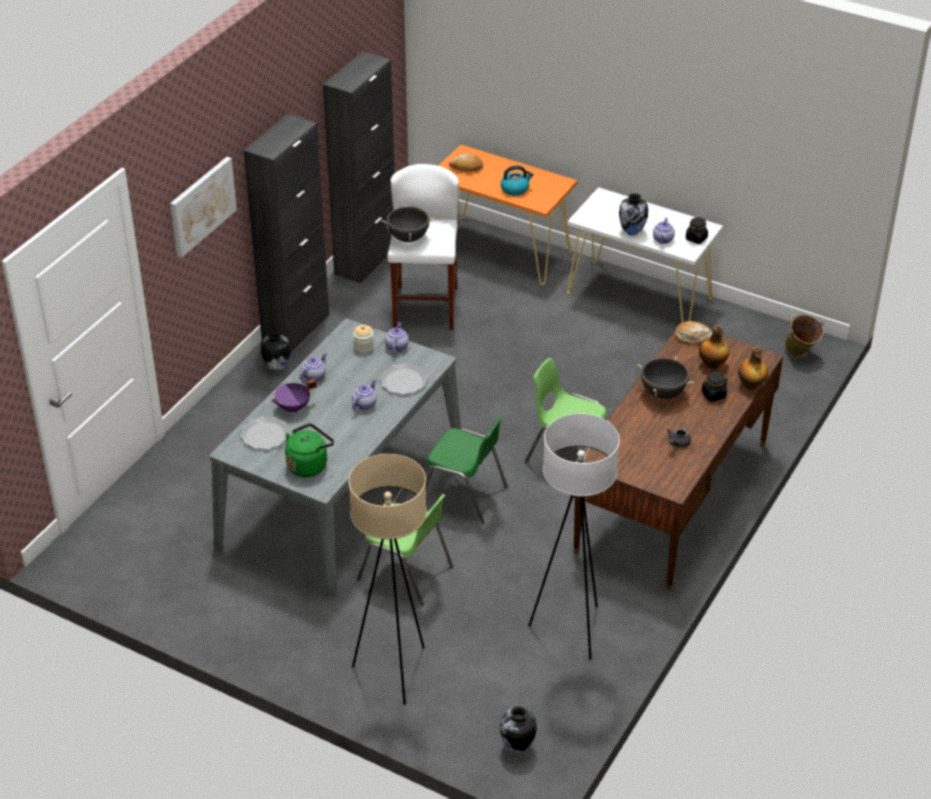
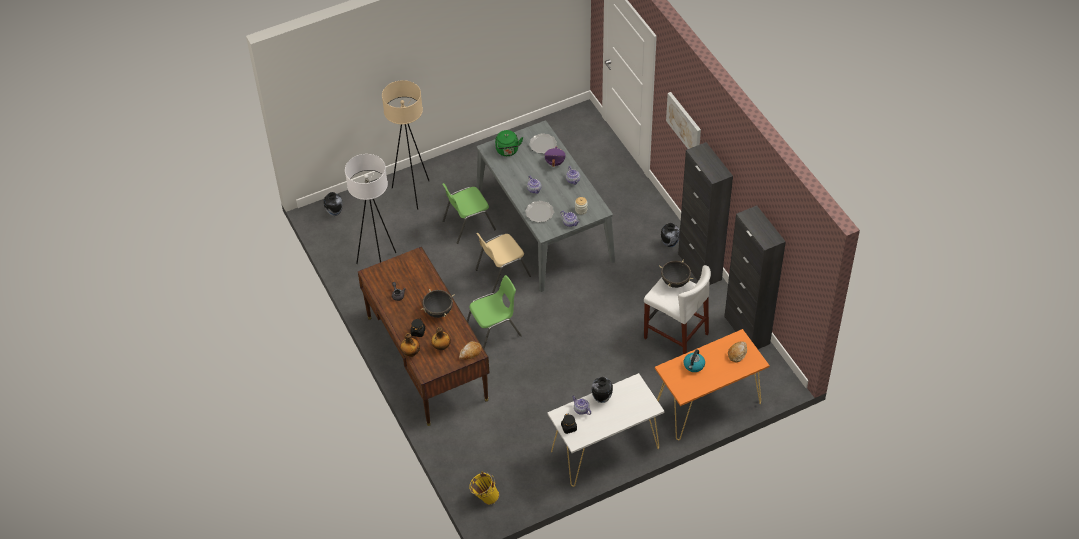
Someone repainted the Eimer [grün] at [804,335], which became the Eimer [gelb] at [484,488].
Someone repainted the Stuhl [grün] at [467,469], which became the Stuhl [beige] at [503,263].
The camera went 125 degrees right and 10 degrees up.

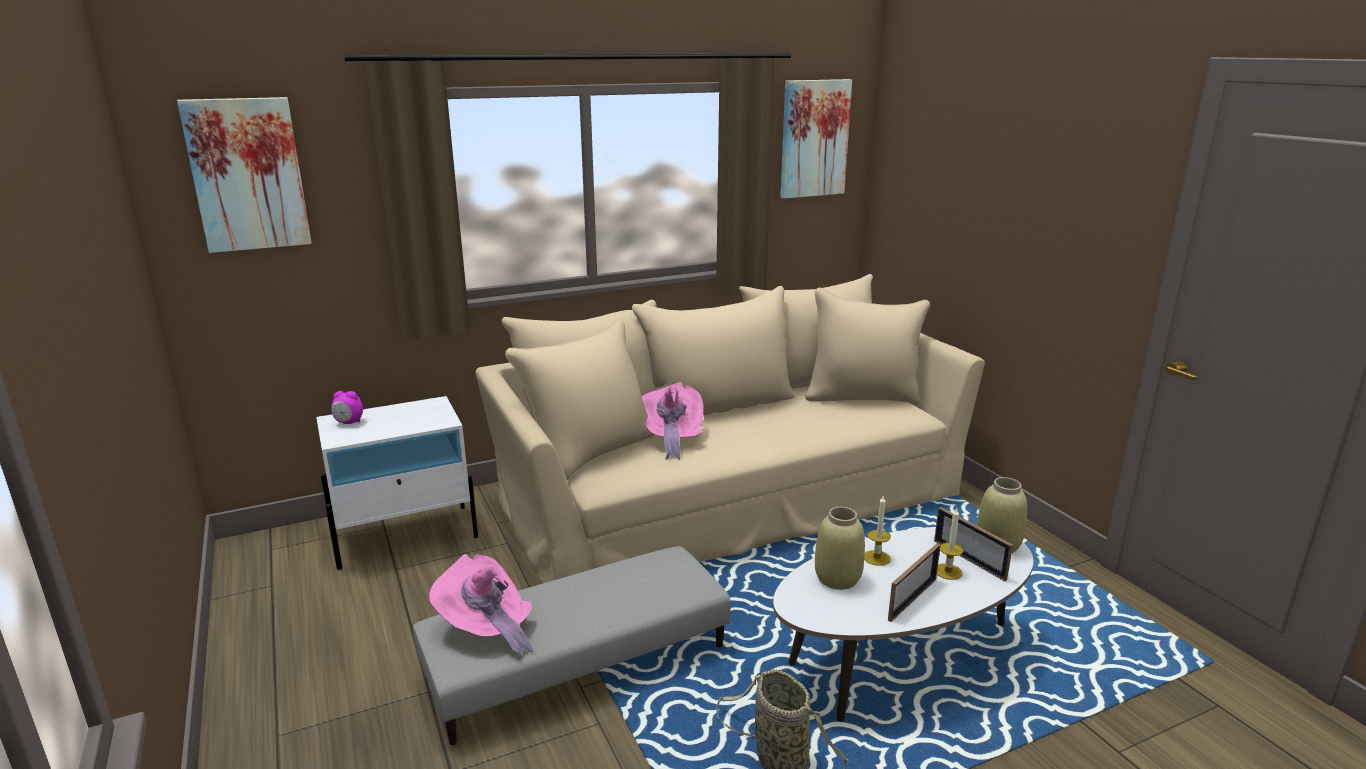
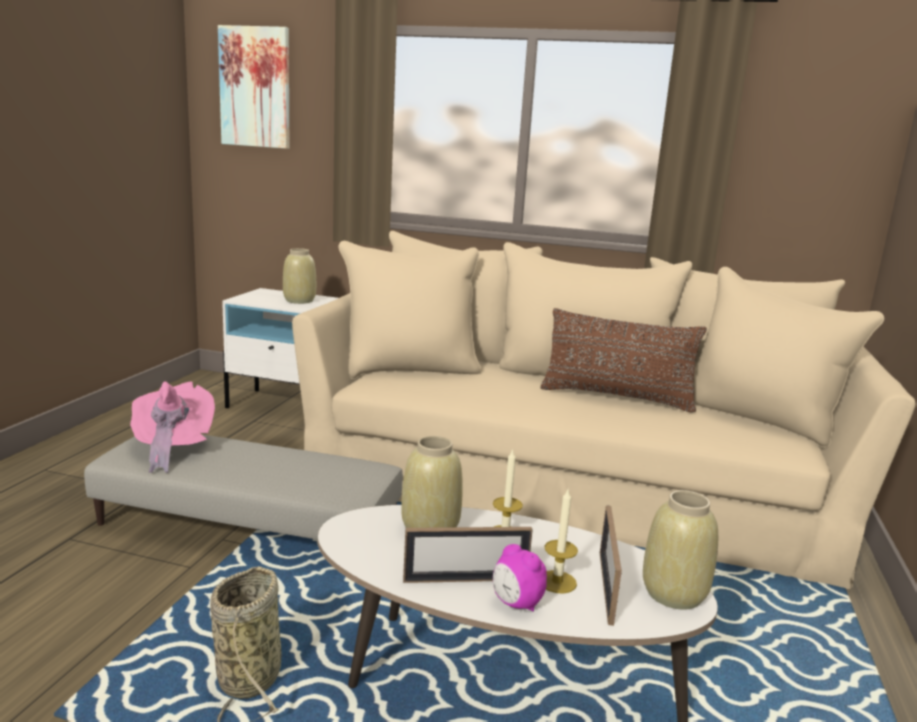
Someone took away the Bild at [816,139].
Someone took away the Hut [rosa] at [673,421].
Someone carried the Wecker from [347,407] to [520,578].
Someone put down the Vase [beige] at [299,276].
Someone put down the Kissen [braun] at [623,360].
The camera went 40 degrees right and 5 degrees down.

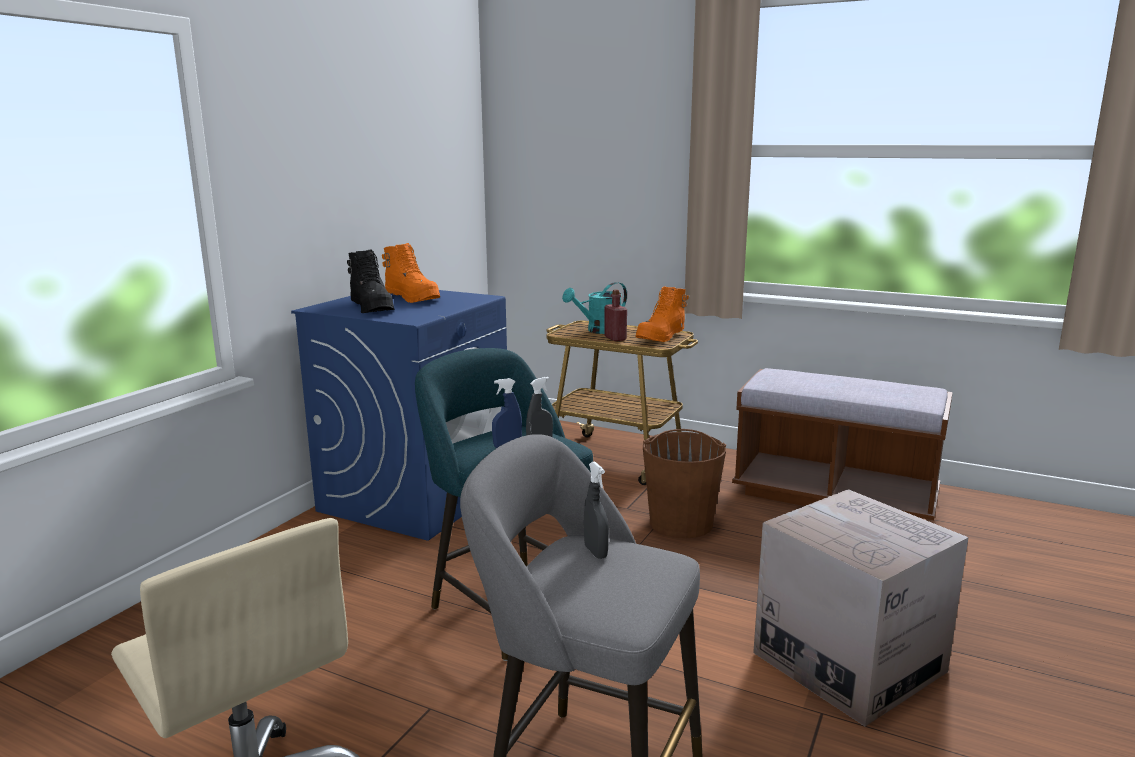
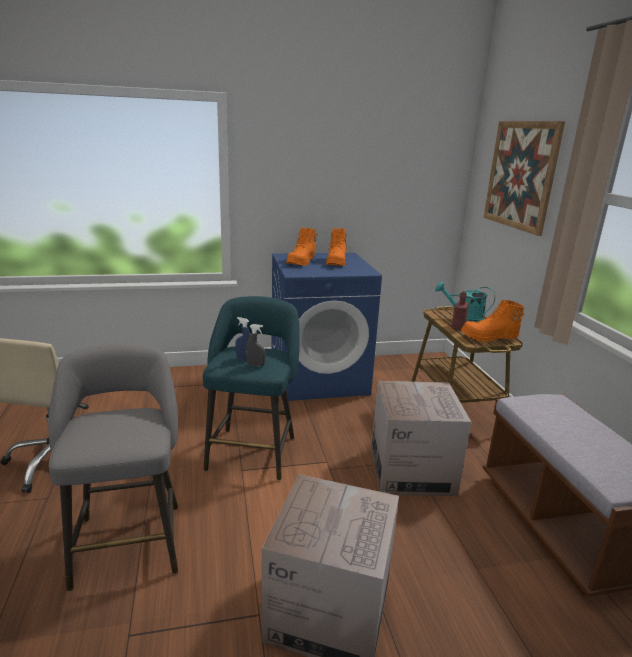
Someone repainted the Stiefel [schwarz] at [370,281], which became the Stiefel [orange] at [302,247].
Someone swapped the Eimer [braun] at [684,483] for the Karton at [421,438].
Someone took away the Sprühflasche [grau] at [596,510].
Someone put up the Bild at [524,178].
The camera went 50 degrees right and 5 degrees up.

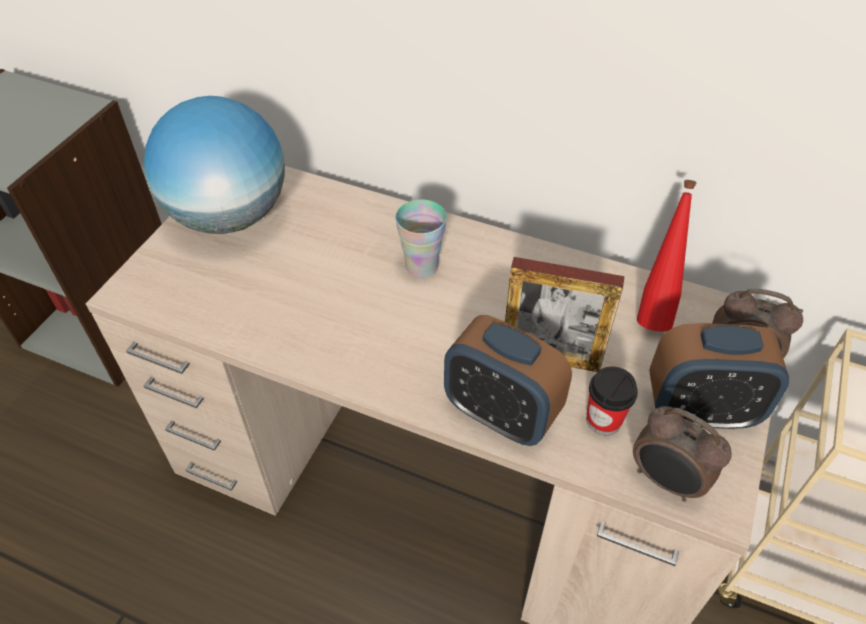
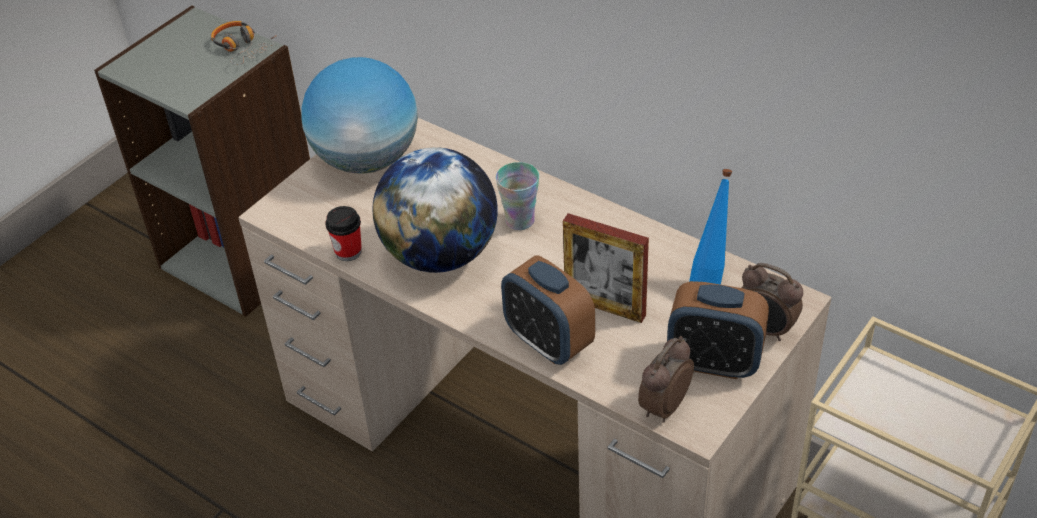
Someone repainted the Flasche [rot] at [667,256], which became the Flasche [blau] at [710,227].
Someone carried the Tasse from [612,400] to [343,233].
Someone rotated the Wecker at [682,454] by 75 degrees clockwise.
Someone put down the Kopfhörer at [244,43].
Someone put down the Globus at [435,210].
The camera went 15 degrees right and 5 degrees down.

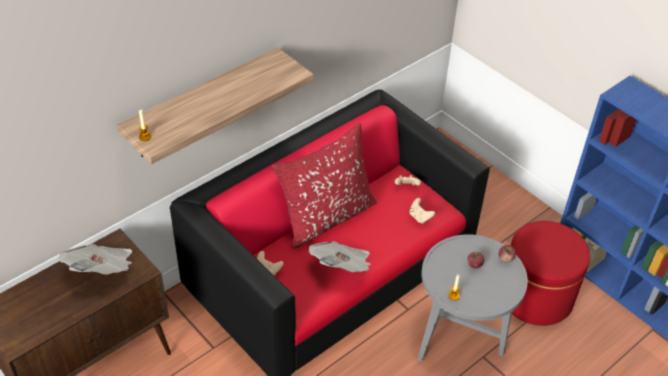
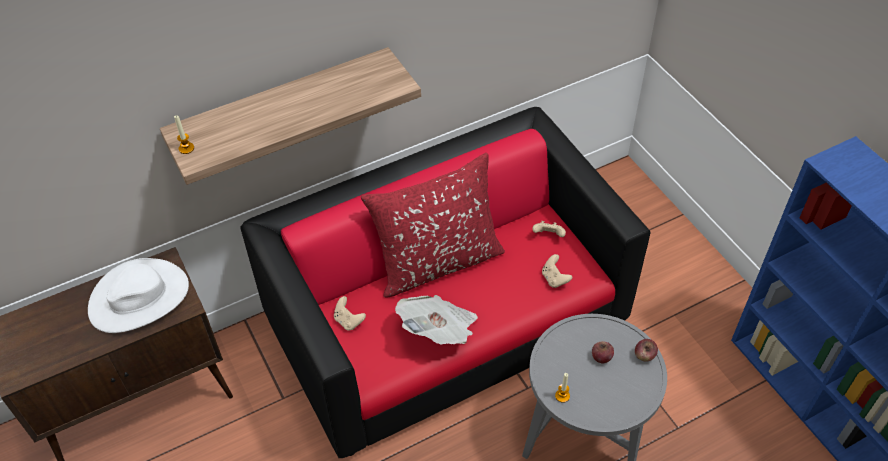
Someone took away the Polsterhocker [rot] at [550,273].
Someone swapped the Zeitung at [95,259] for the Hut [weiß] at [138,295].
The camera went 15 degrees right and 5 degrees up.

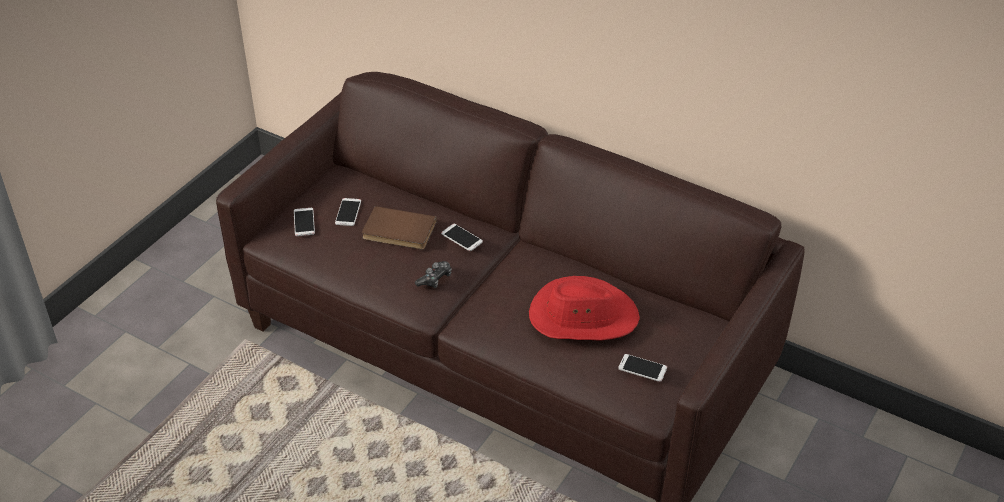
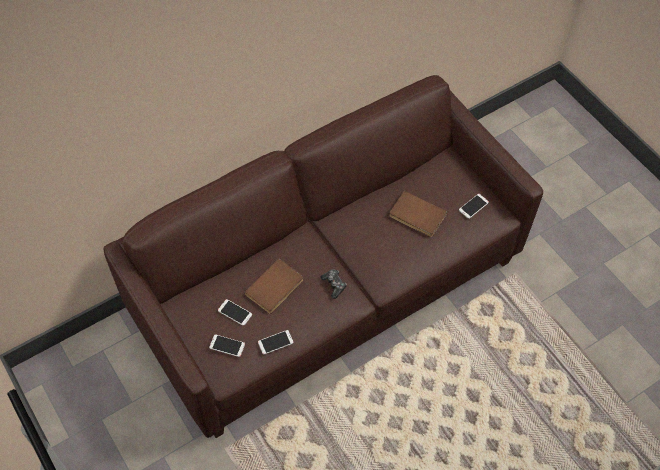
Someone carried the Handy from [462,237] to [276,342].
Someone swapped the Hut [rot] at [584,308] for the Buch [braun] at [418,214].
The camera went 65 degrees left and 15 degrees up.

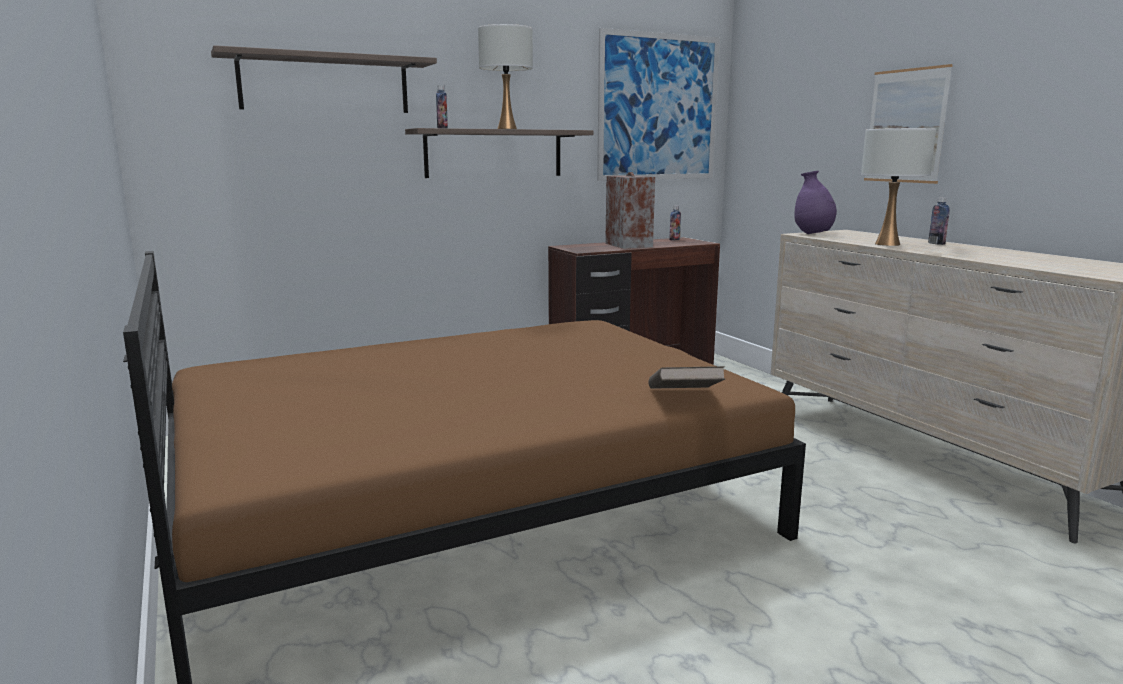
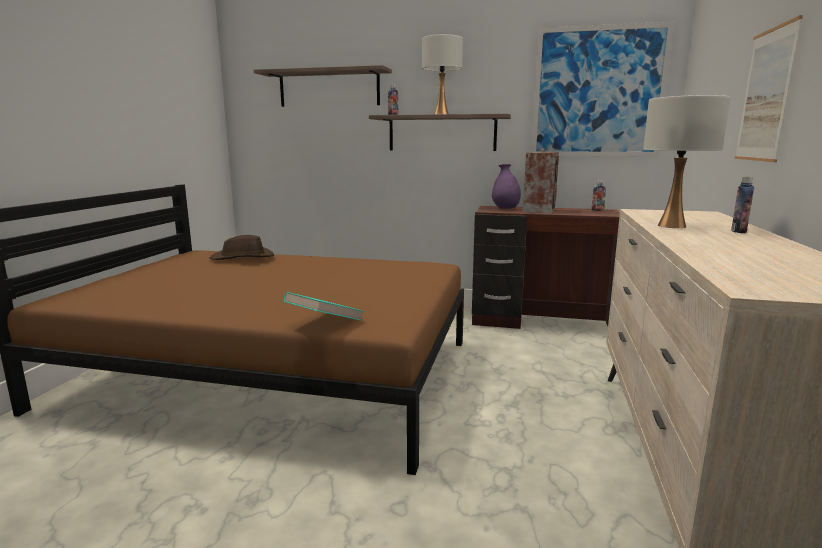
Someone carried the Vase [lila] from [815,202] to [506,186].
Someone repainted the Buch [braun] at [686,377], which became the Buch [türkis] at [324,306].
Someone put down the Hut [braun] at [241,247].
The camera went 40 degrees right and 0 degrees up.

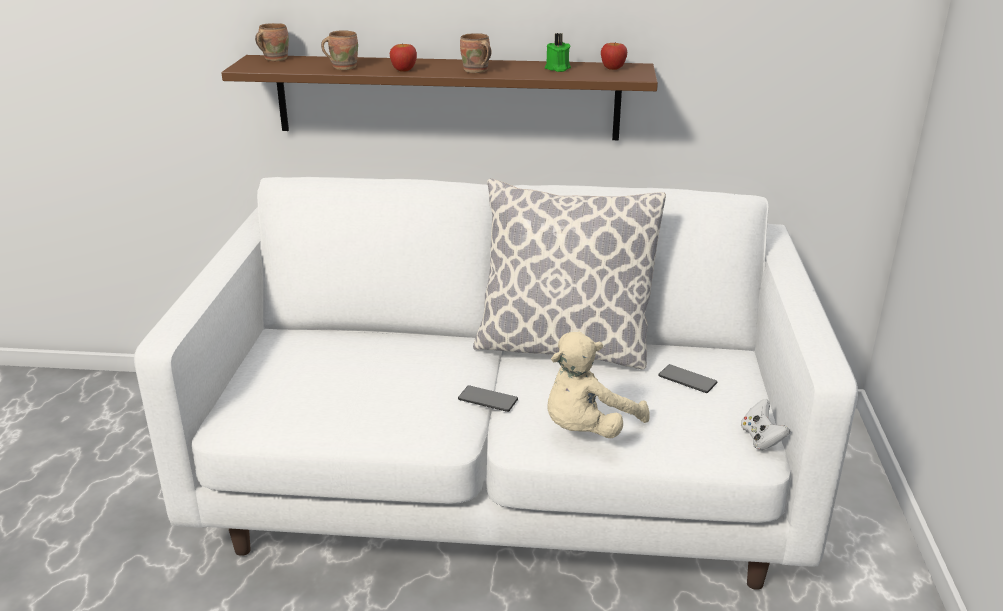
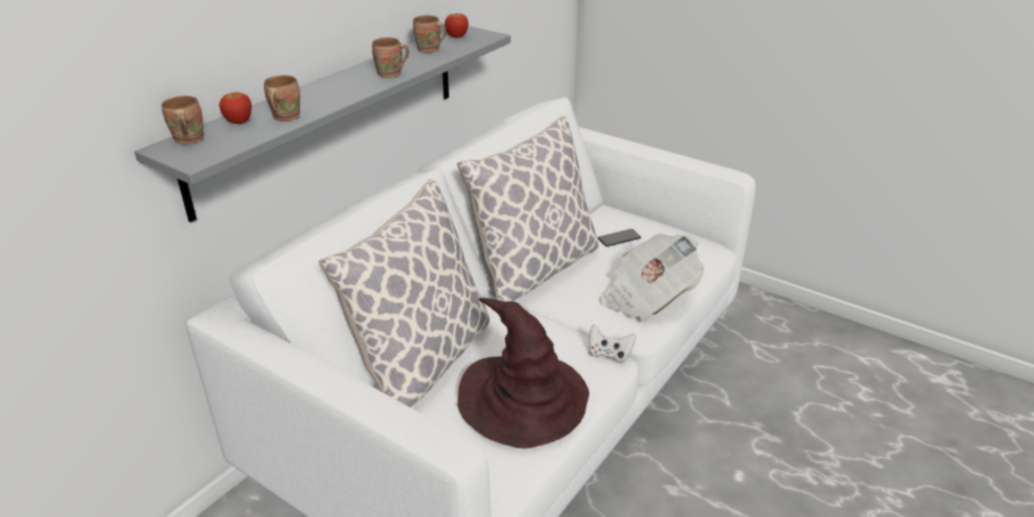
Someone swapped the Kerze [grün] at [558,52] for the Henkelbecher [braun] at [430,34].
Someone carried the Apfel from [403,58] to [235,108].
Someone repainted the Wandregal [braun] at [439,97], which became the Wandregal [grau] at [322,124].
Someone swapped the Plüschtier [beige] at [598,384] for the Zeitung at [651,277].
Someone took away the Handy at [488,398].
Someone carried the Gamepad [weiß] from [765,424] to [612,344].
Someone put down the Kissen at [404,293].
Someone put down the Hut [braun] at [523,373].
The camera went 60 degrees left and 5 degrees up.

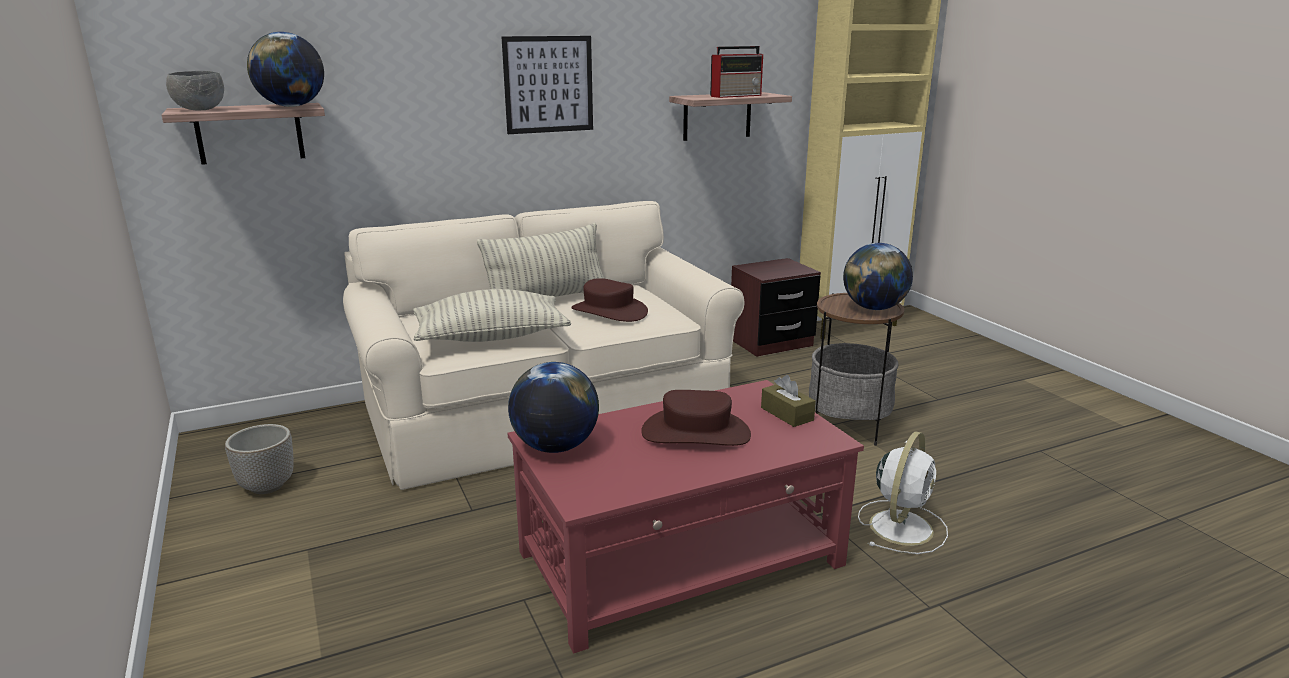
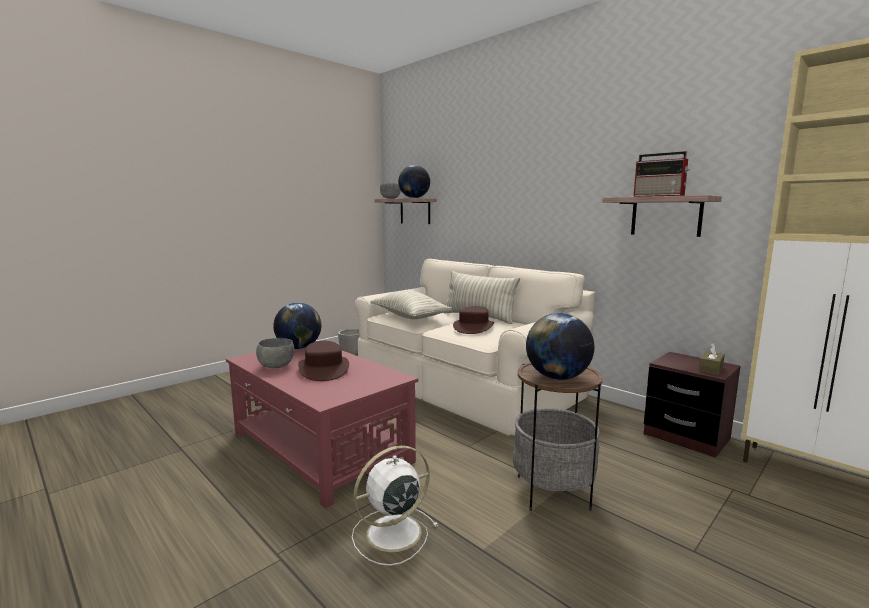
Someone took away the Bild at [547,85].
Someone carried the Taschentuchbox [braun] from [788,401] to [712,359].
Someone rotated the Ventilator [weiß] at [903,493] by 135 degrees clockwise.
Someone put down the Schüssel [grau] at [275,353].
The camera went 70 degrees right and 10 degrees down.

